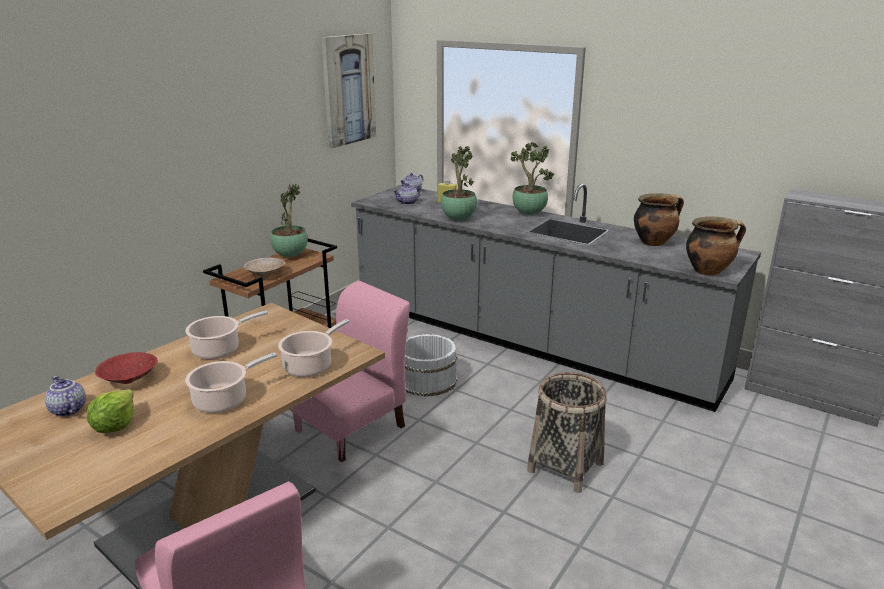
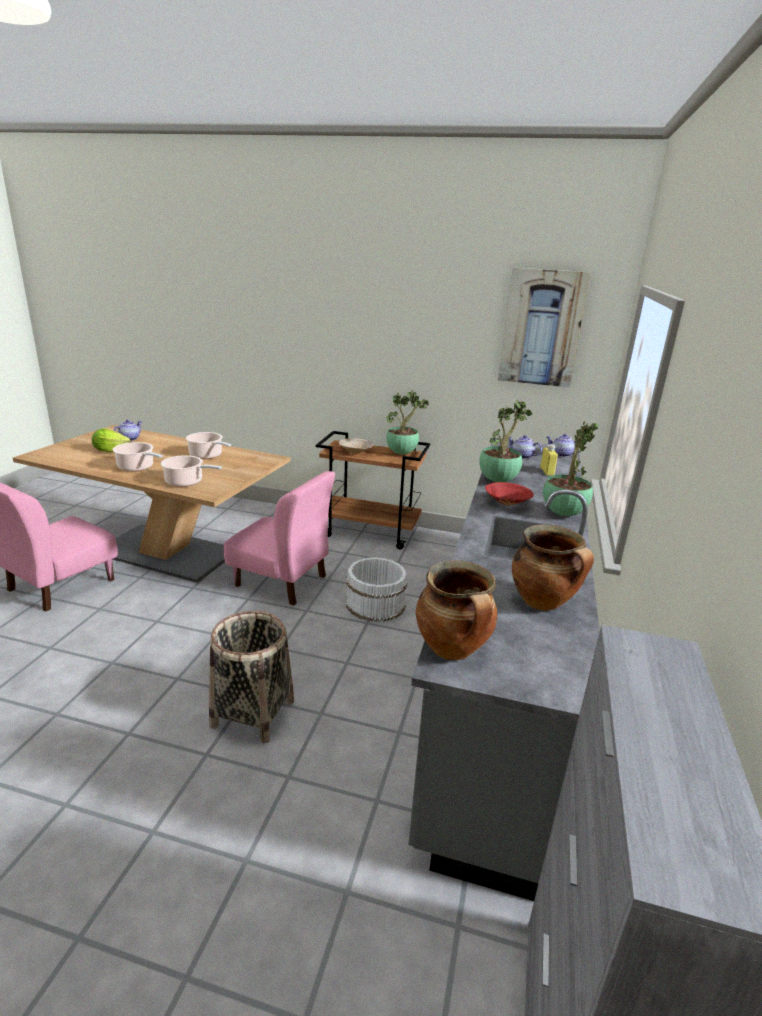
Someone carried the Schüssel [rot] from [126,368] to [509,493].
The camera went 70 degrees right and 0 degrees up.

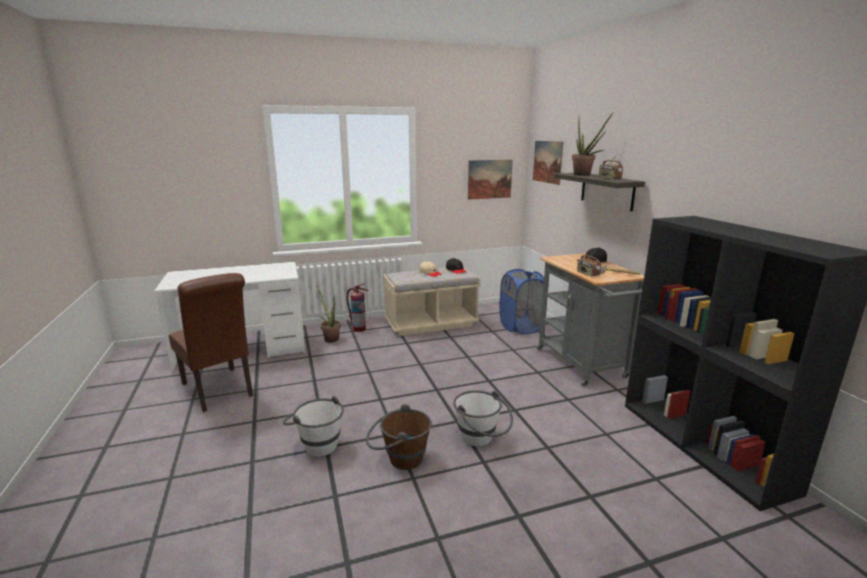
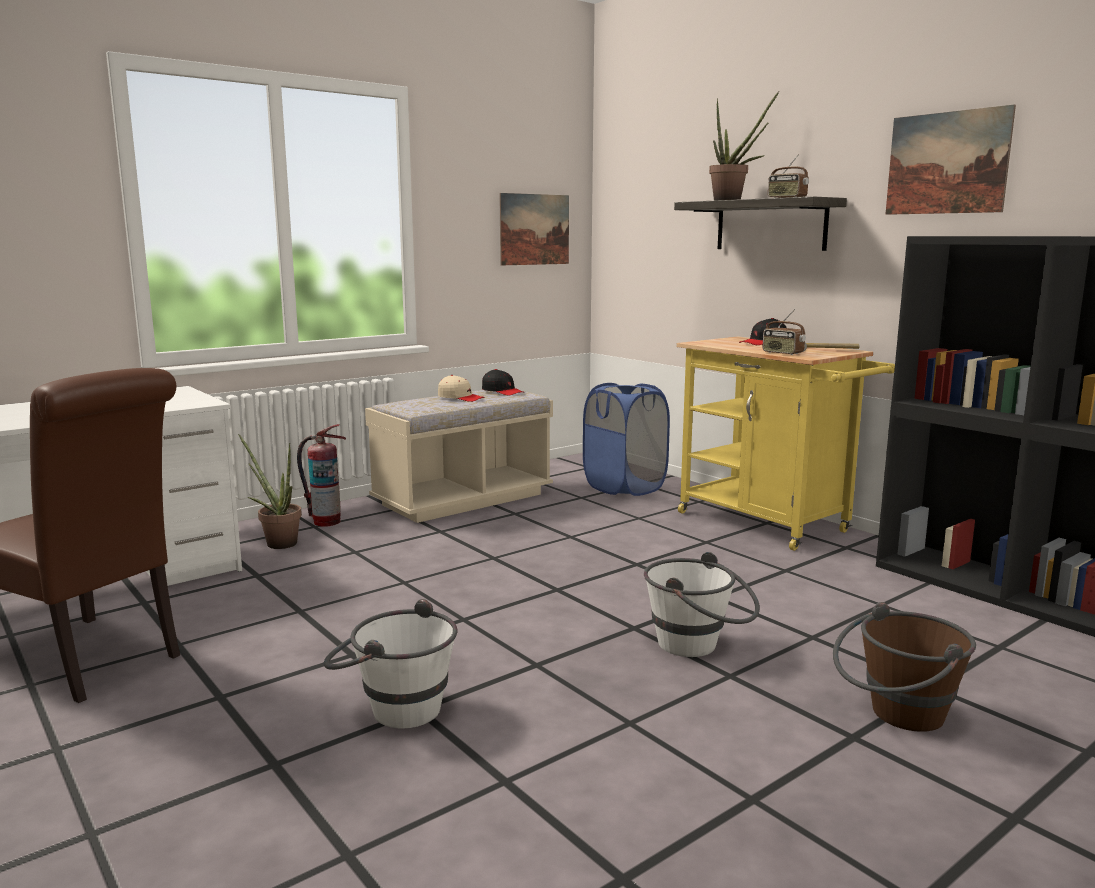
Someone carried the Bild from [548,163] to [950,159].
Someone repainted the Rollwagen [grau] at [590,320], which became the Rollwagen [gelb] at [785,443].
Someone carried the Eimer [braun] from [399,437] to [904,667].
The camera went 20 degrees left and 5 degrees down.

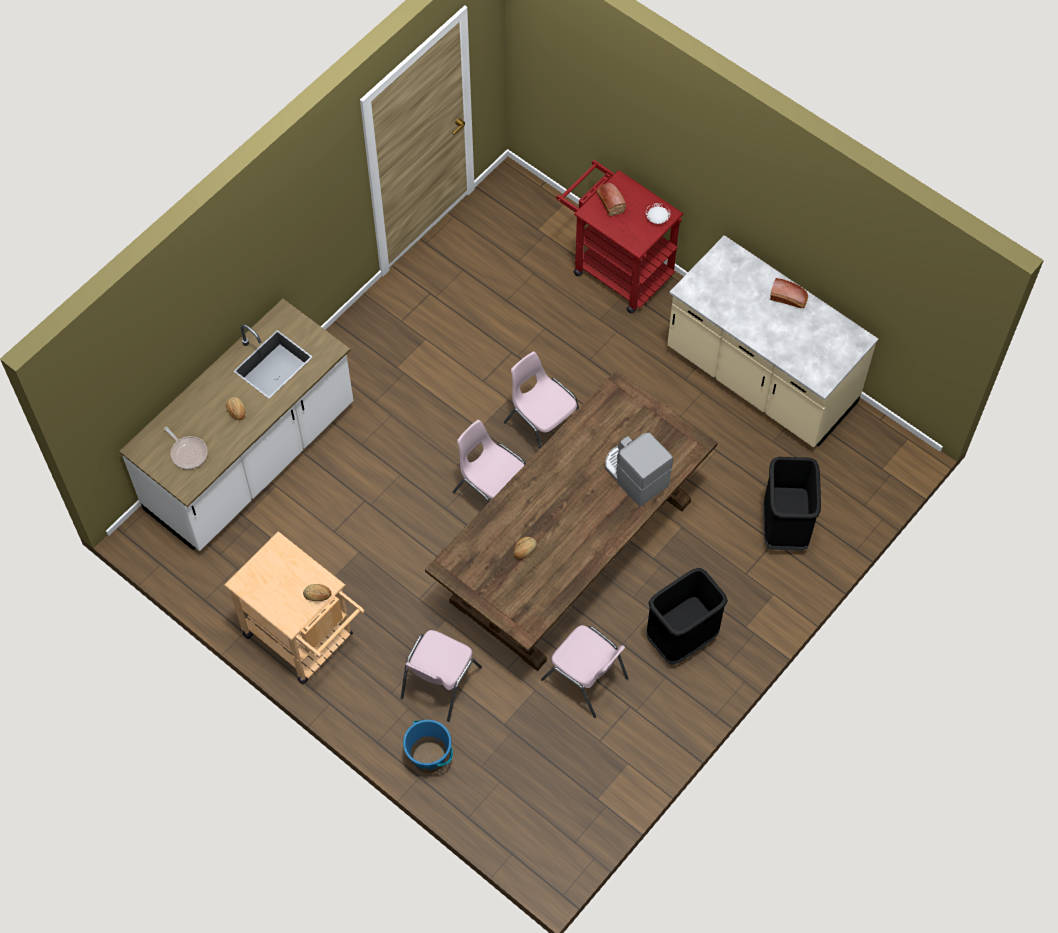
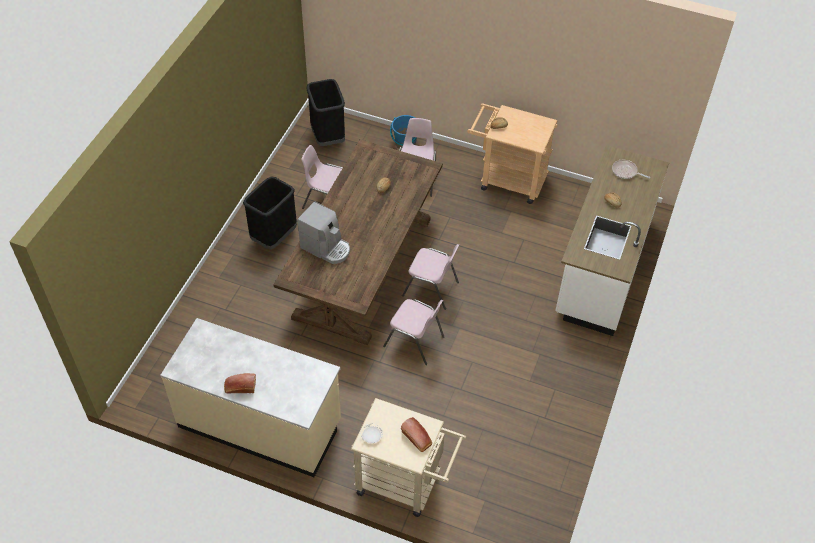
Someone repainted the Rollwagen [rot] at [620,236], which became the Rollwagen [beige] at [408,457].
Someone carried the Mülleimer [schwarz] from [792,504] to [326,112].
The camera went 160 degrees right and 10 degrees down.

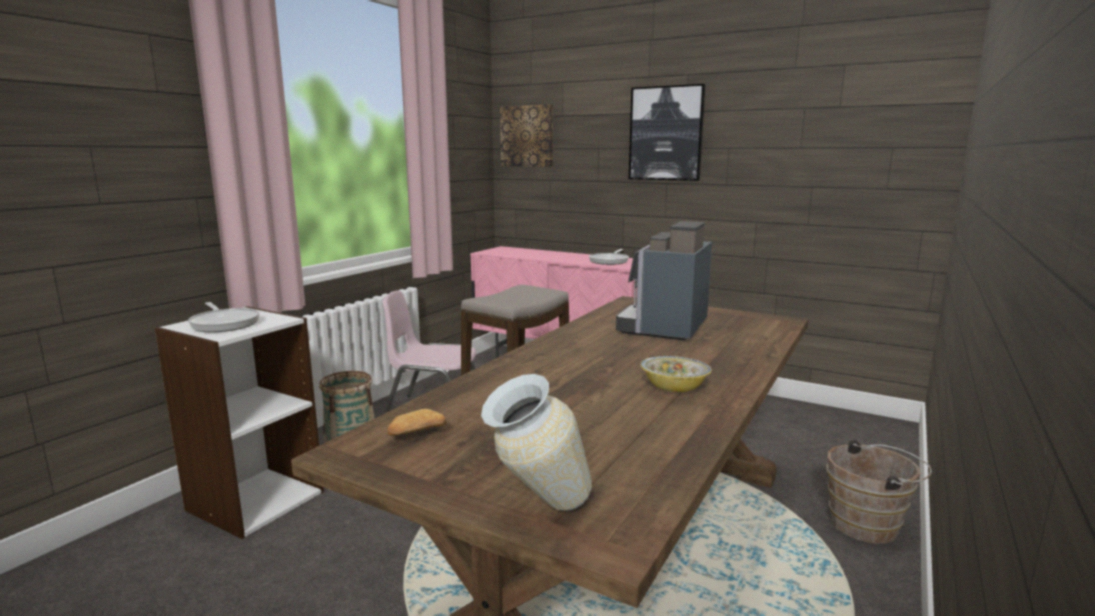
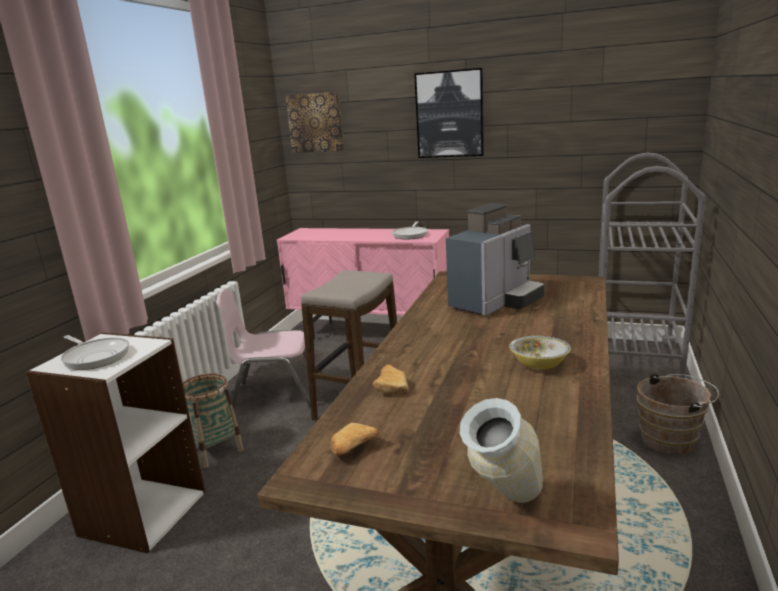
Someone rotated the Kaffeemaschine at [664,280] by 150 degrees counterclockwise.
Someone put down the Rollwagen [grau] at [652,265].
Someone put down the Brot at [390,379].
The camera went 10 degrees left and 5 degrees up.

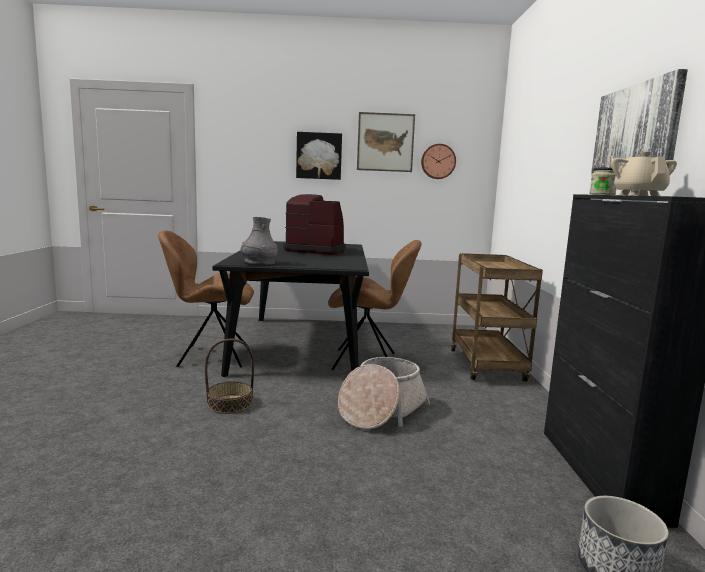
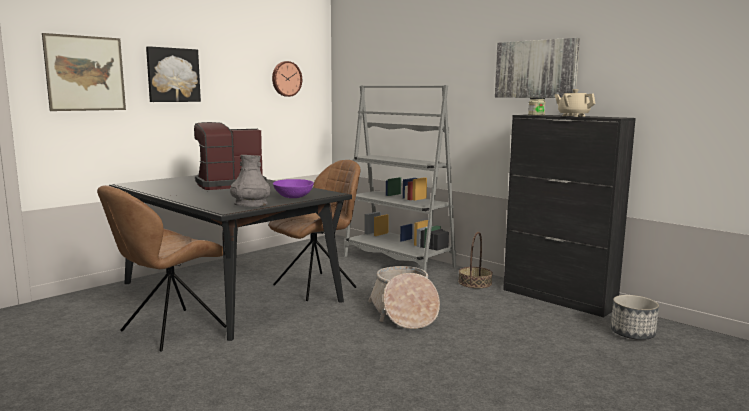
Someone carried the Bild from [386,142] to [84,72].
Someone swapped the Rollwagen [braun] at [497,317] for the Bücherregal [grau] at [400,178].
Someone carried the Korb from [229,376] to [475,260].
Someone put down the Schüssel [lila] at [293,188].
The camera went 45 degrees left and 0 degrees up.

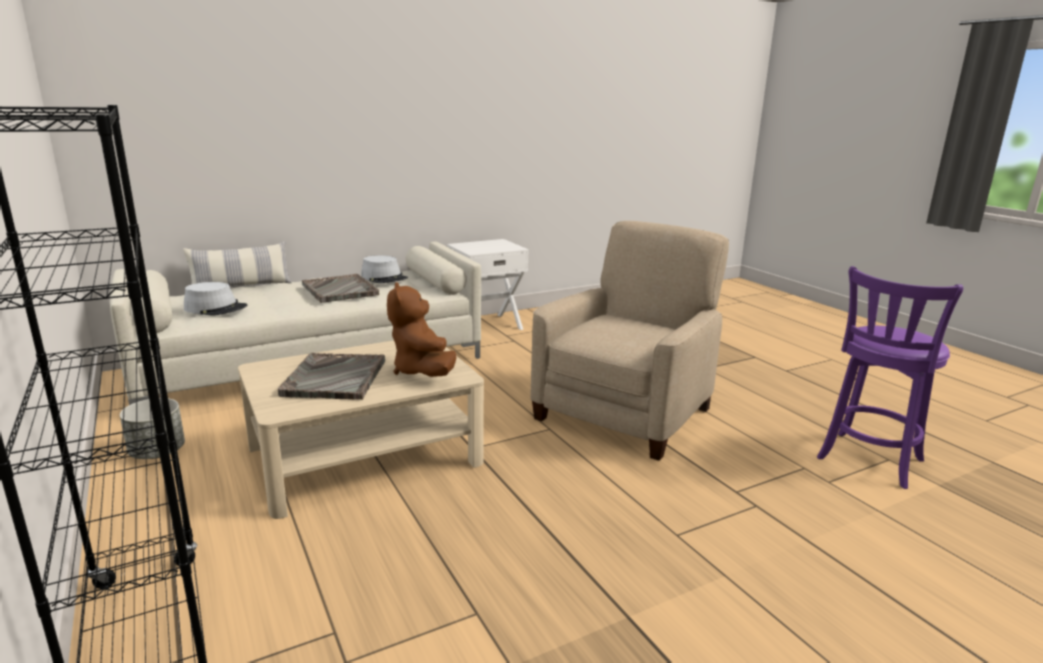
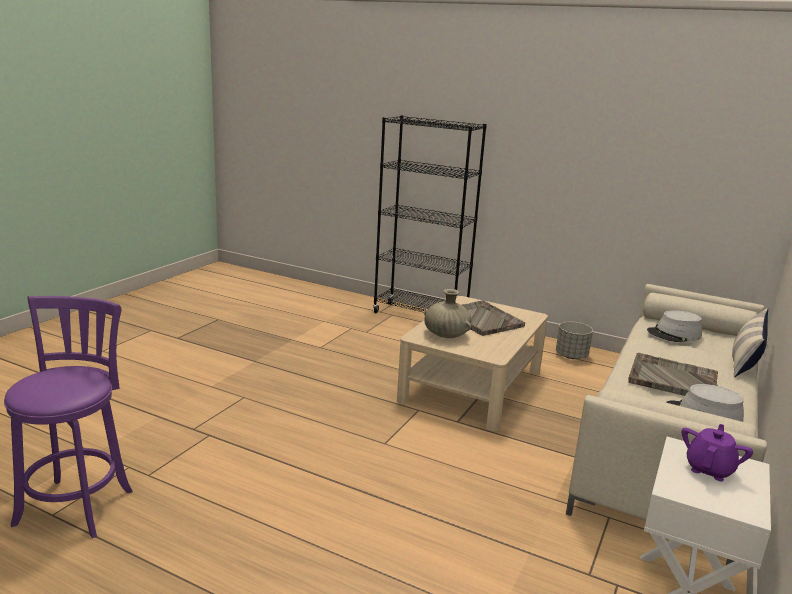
Someone took away the Sessel [beige] at [629,341].
Someone swapped the Plüschtier [braun] at [422,329] for the Vase [beige] at [448,313].
Someone put down the Teekanne [lila] at [717,452].
The camera went 145 degrees right and 0 degrees up.

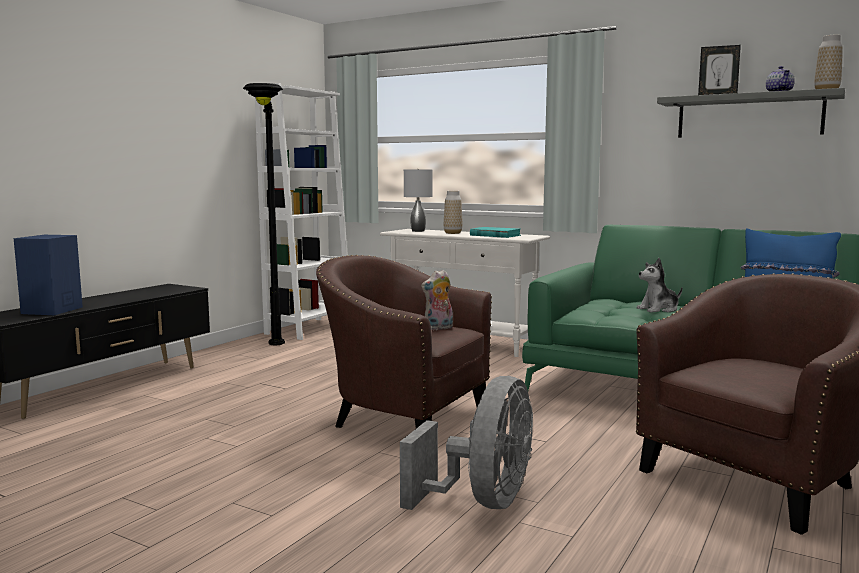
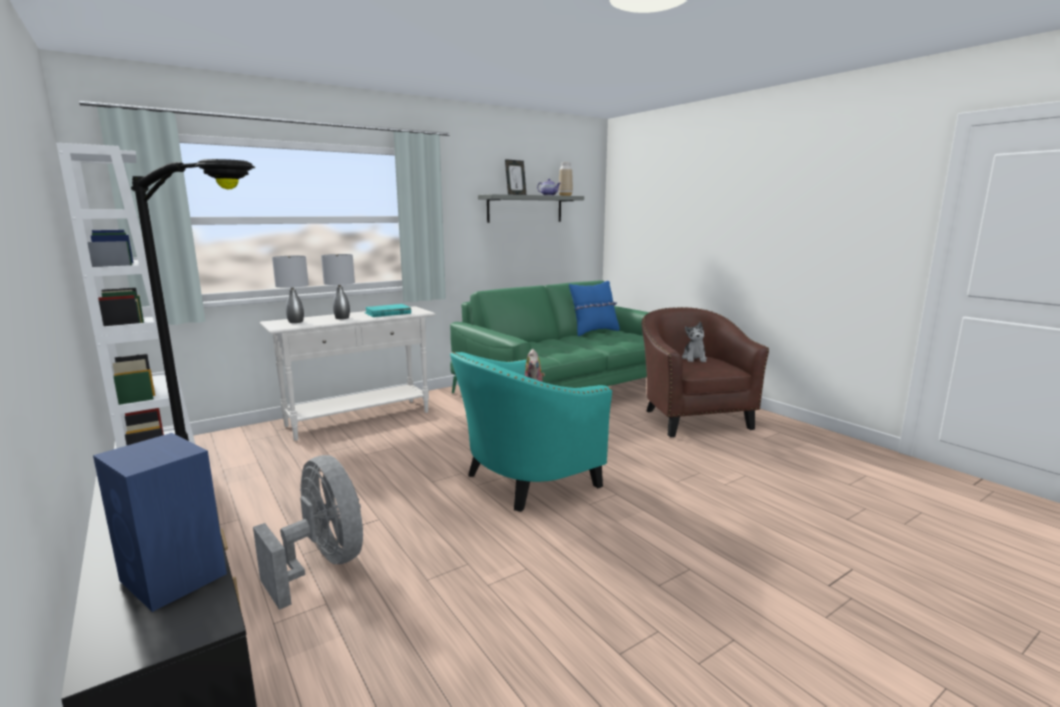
Someone swapped the Vase at [453,212] for the Tischlampe [grau] at [338,286].
Someone repainted the Sessel [braun] at [404,341], which became the Sessel [türkis] at [531,432].
Someone carried the Plüschtier from [659,285] to [694,342].
Someone carried the Ventilator [grau] from [466,443] to [308,532].
The camera went 65 degrees left and 5 degrees up.

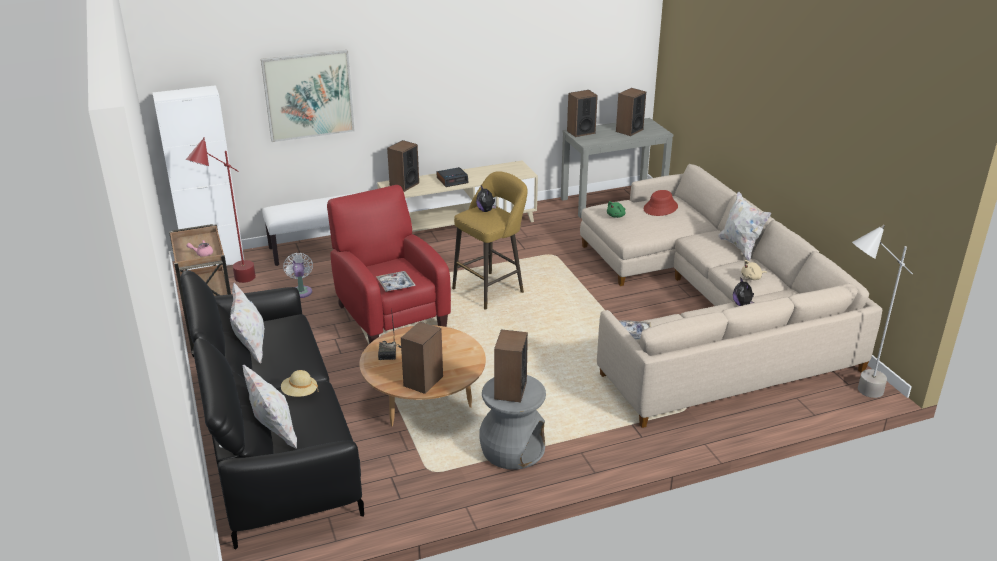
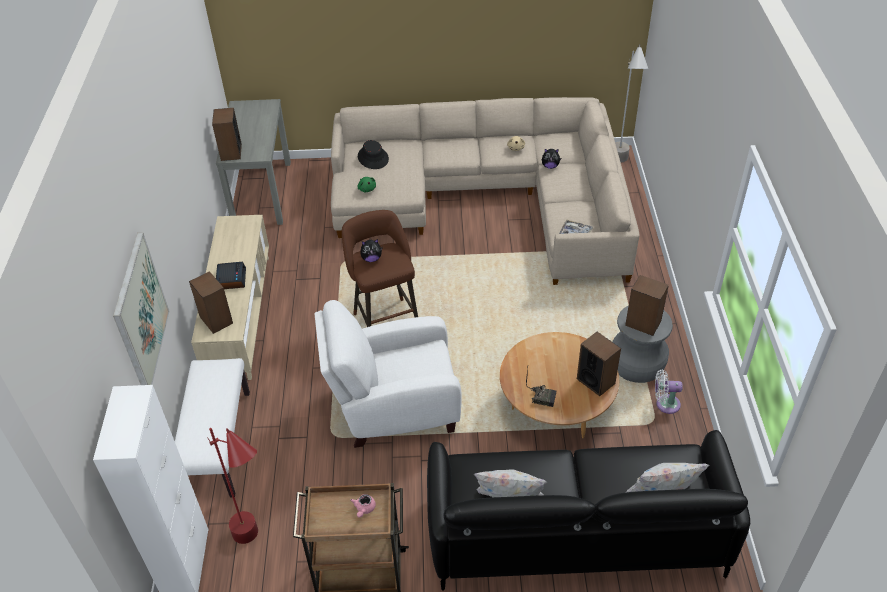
Someone took away the Lautsprecher at [631,112].
Someone repainted the Hocker [gelb] at [490,240], which became the Hocker [braun] at [380,268].
Someone repainted the Sessel [rot] at [389,264], which became the Sessel [weiß] at [388,374].
Someone repainted the Hut [rot] at [661,203], which became the Hut [schwarz] at [373,154].
Someone took away the Kissen [weiß] at [744,226].
Someone carried the Ventilator [weiß] from [298,275] to [669,392].
Someone took away the Tablett at [396,281].
Someone took away the Hut [beige] at [299,383].
The camera went 70 degrees left and 15 degrees up.

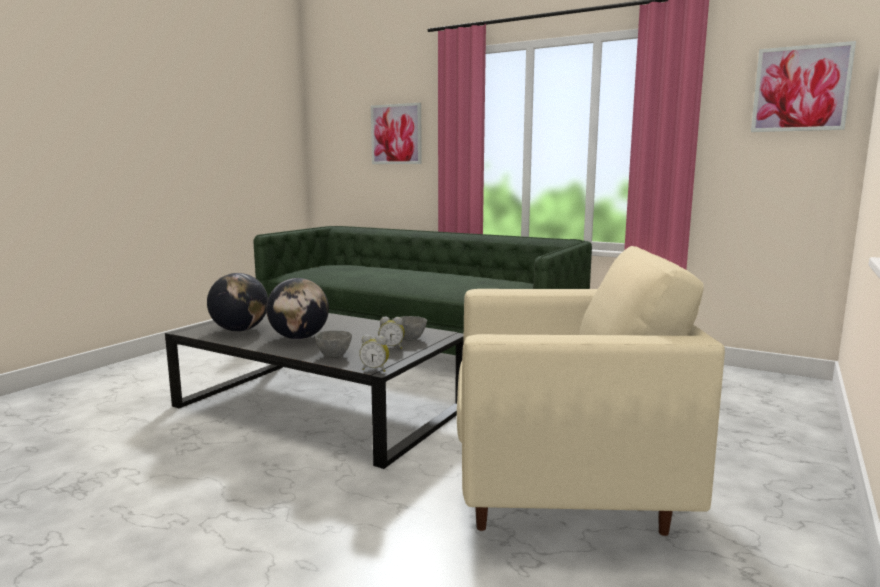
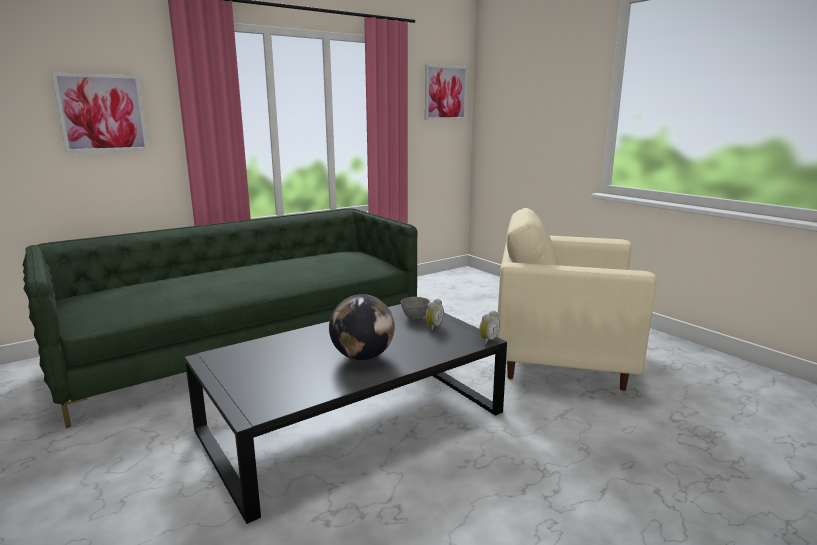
Someone rotated the Sessel [beige] at [591,391] by 105 degrees counterclockwise.
Someone took away the Globus at [237,302].
Someone took away the Schüssel [grau] at [333,344].
The camera went 65 degrees left and 5 degrees up.

